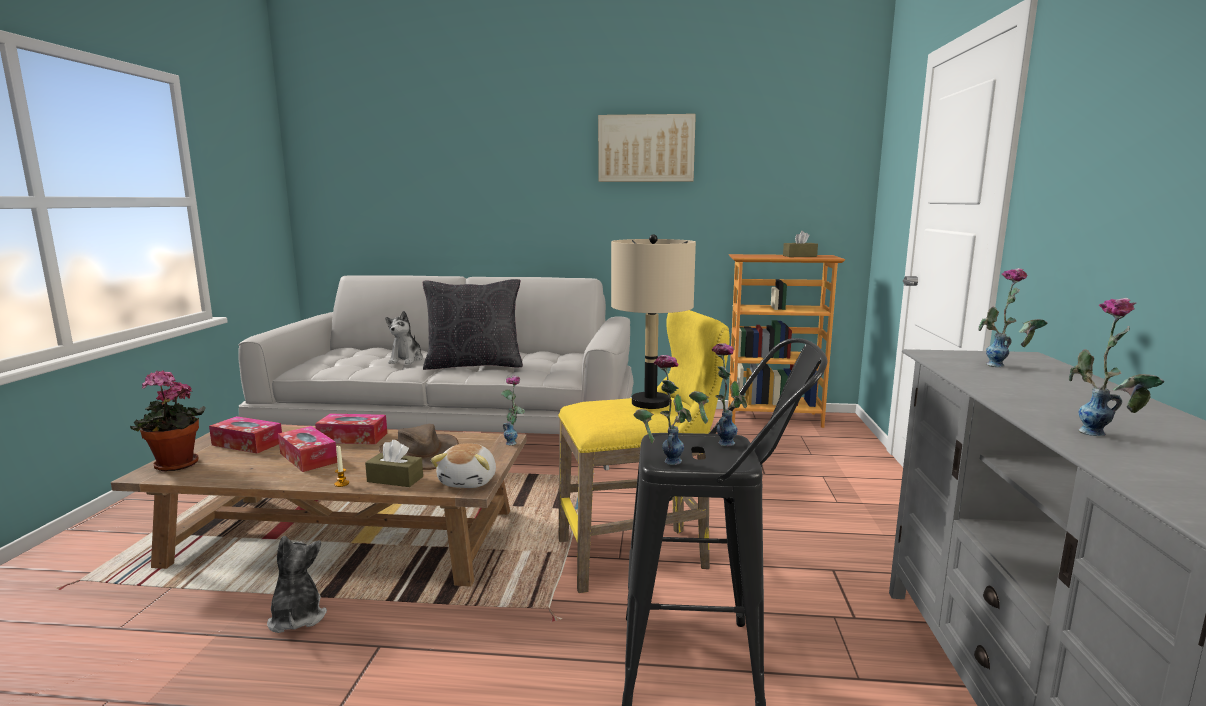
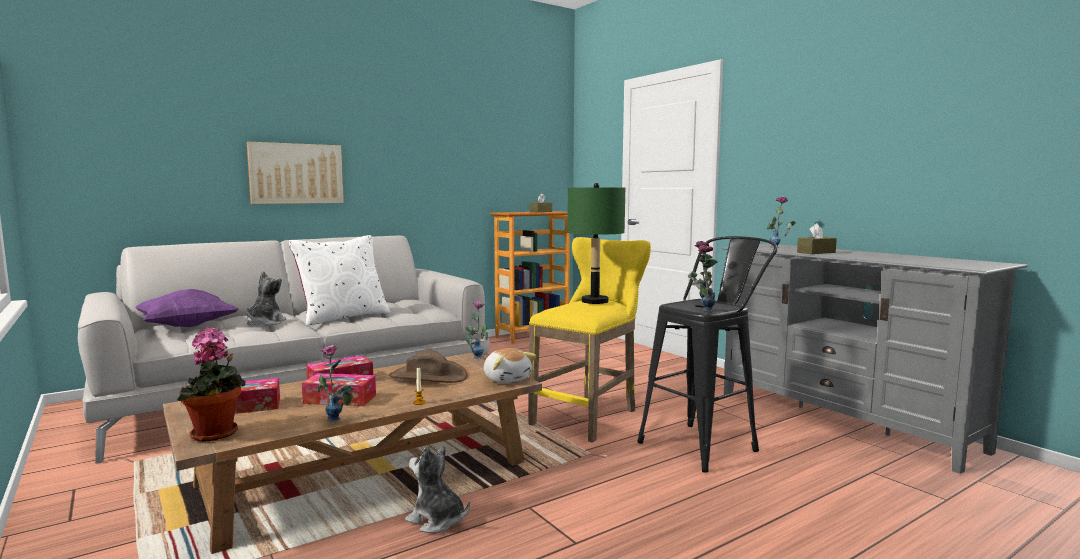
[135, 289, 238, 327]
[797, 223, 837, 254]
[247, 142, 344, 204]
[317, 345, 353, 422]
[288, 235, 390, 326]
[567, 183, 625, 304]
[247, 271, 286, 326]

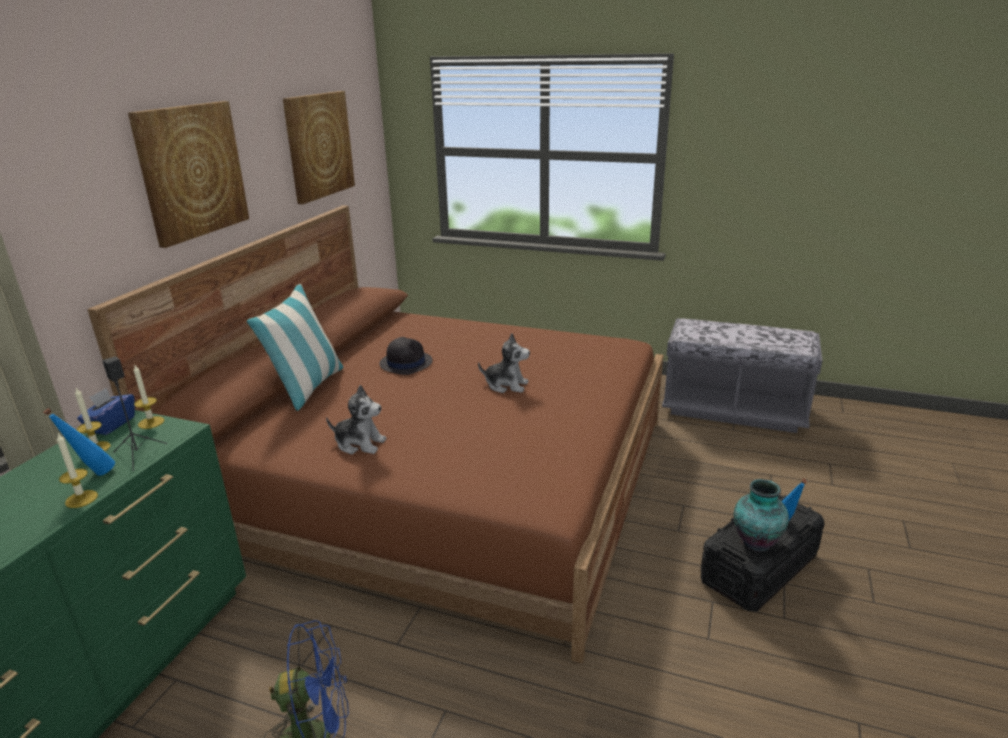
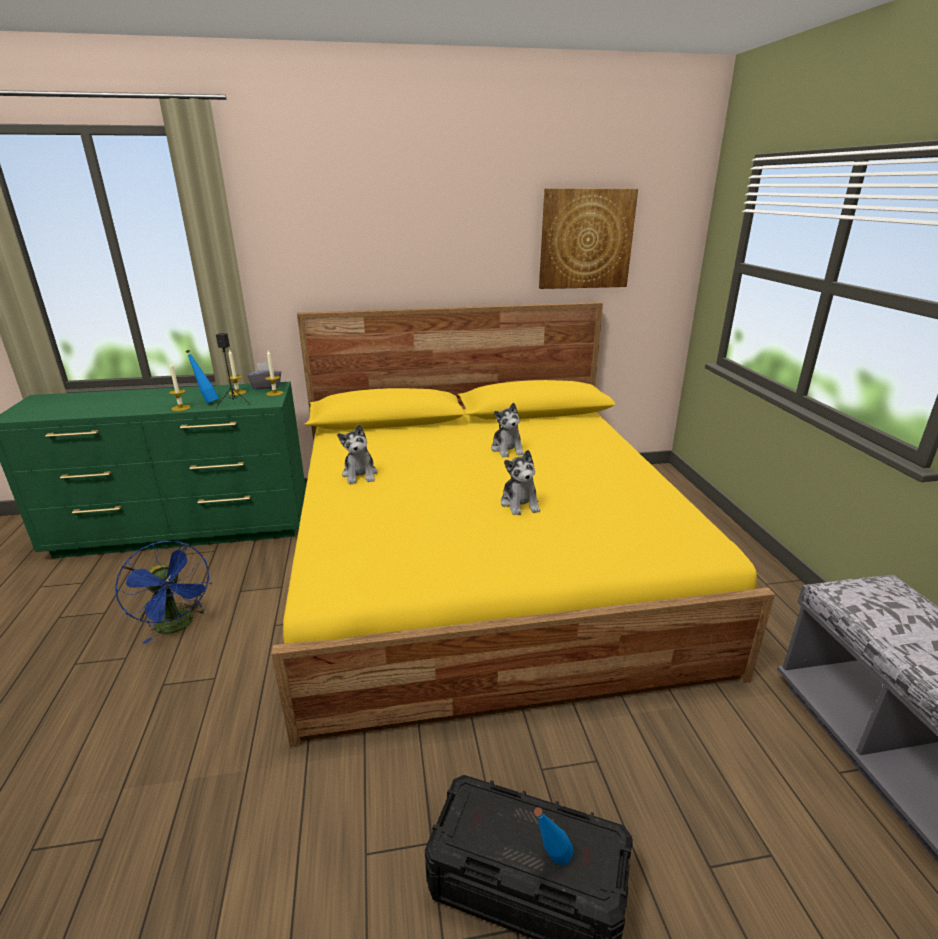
[128, 101, 249, 248] (first image)
[247, 284, 344, 411] (first image)
[734, 479, 789, 552] (first image)
[491, 402, 524, 457]
[247, 363, 281, 389]
[271, 302, 775, 748]

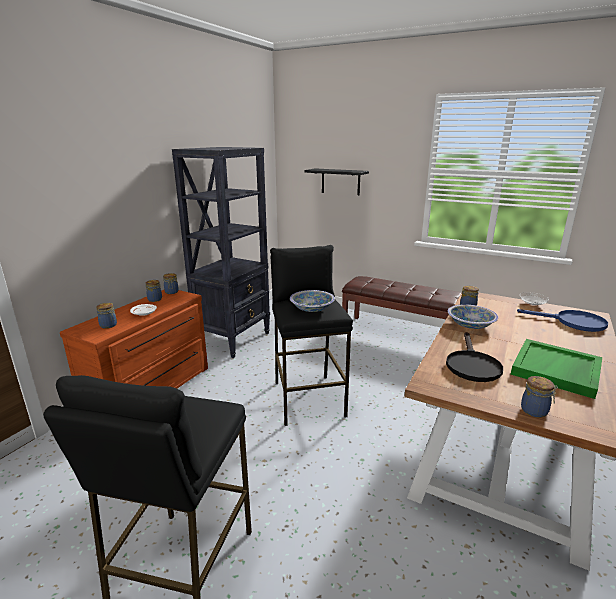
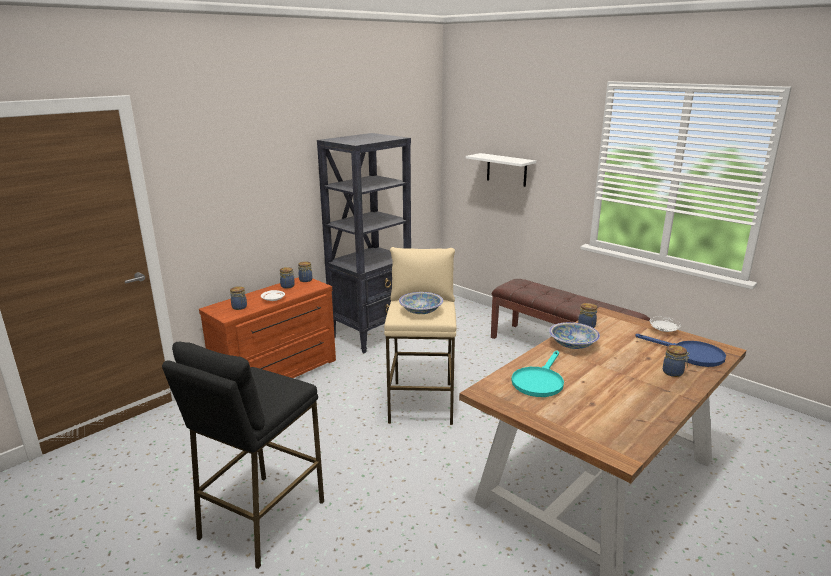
[511, 339, 602, 399] (first image)
[663, 345, 690, 377]
[384, 247, 457, 425]
[466, 153, 536, 187]
[511, 350, 564, 397]

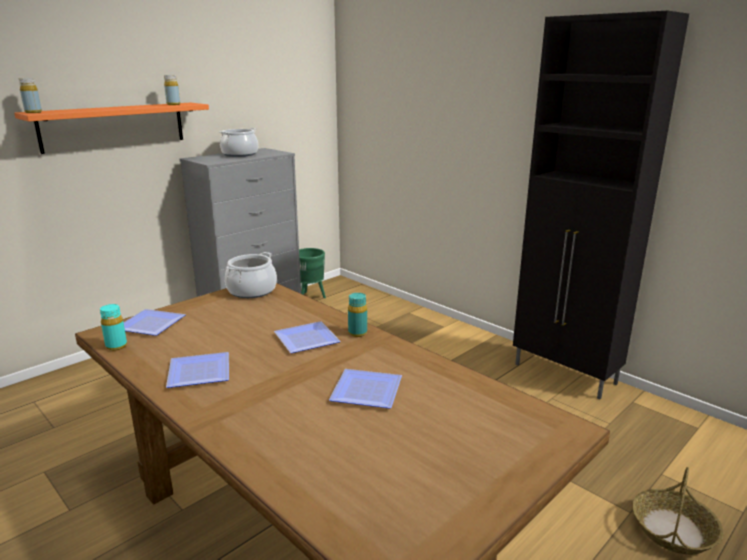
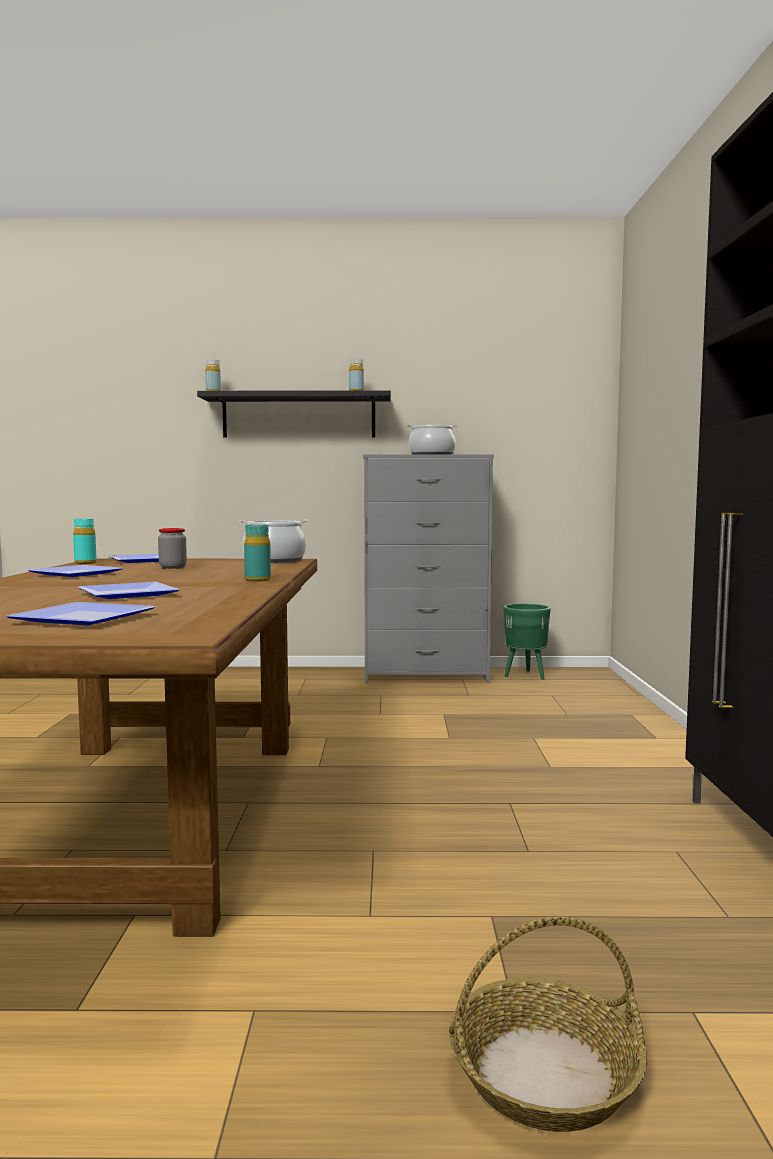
[158, 528, 187, 569]
[7, 602, 155, 625]
[197, 391, 391, 438]

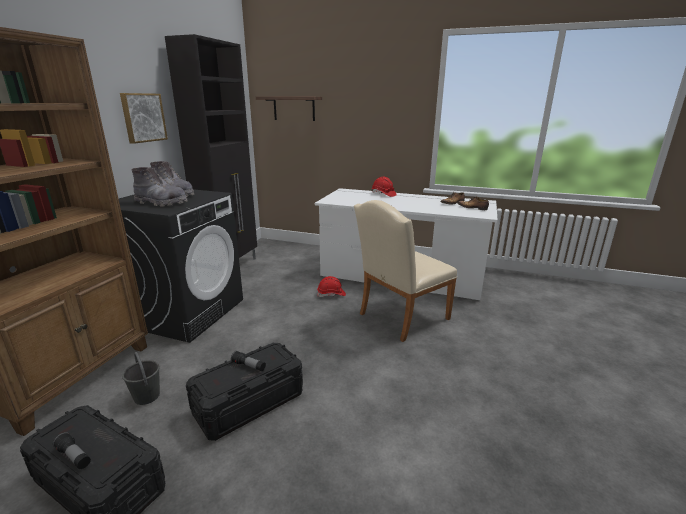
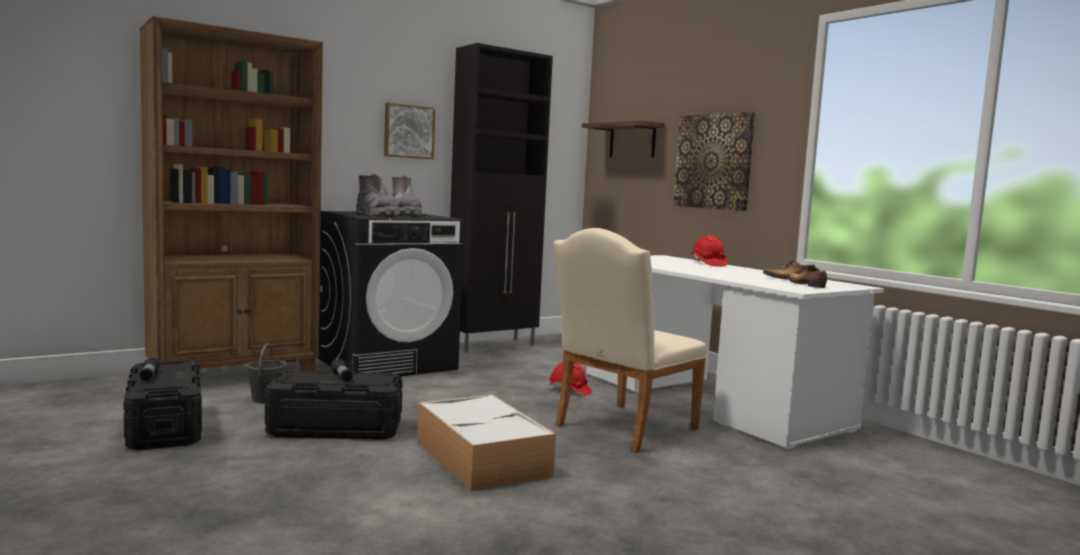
[417, 395, 556, 491]
[673, 112, 756, 211]
[553, 228, 707, 453]

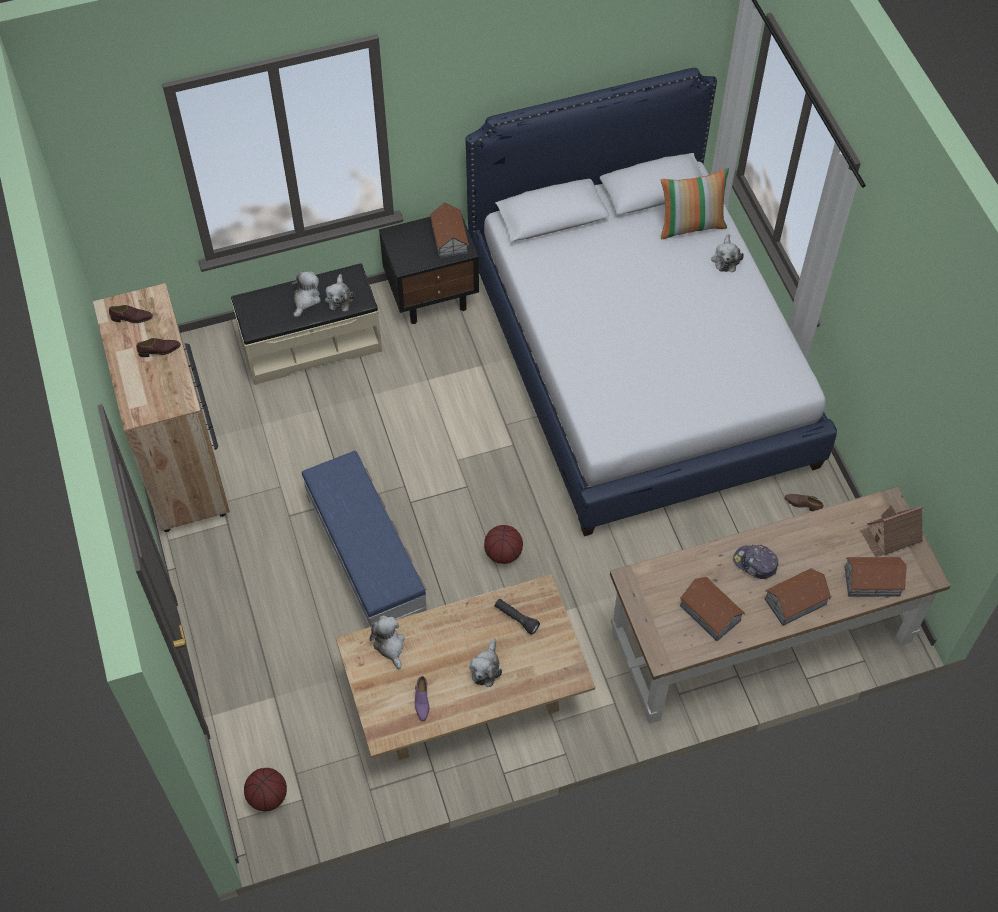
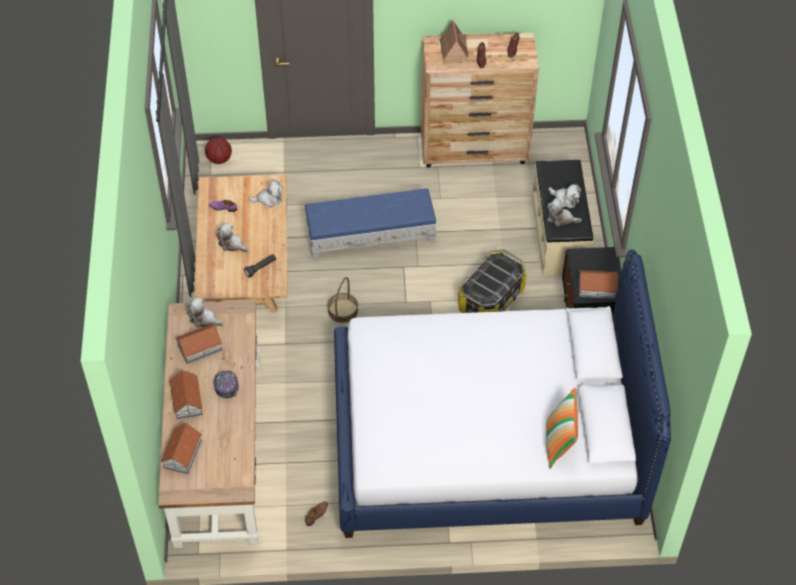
[458, 249, 526, 313]
[187, 298, 224, 327]
[440, 20, 469, 61]
[328, 277, 358, 323]
[213, 371, 239, 399]

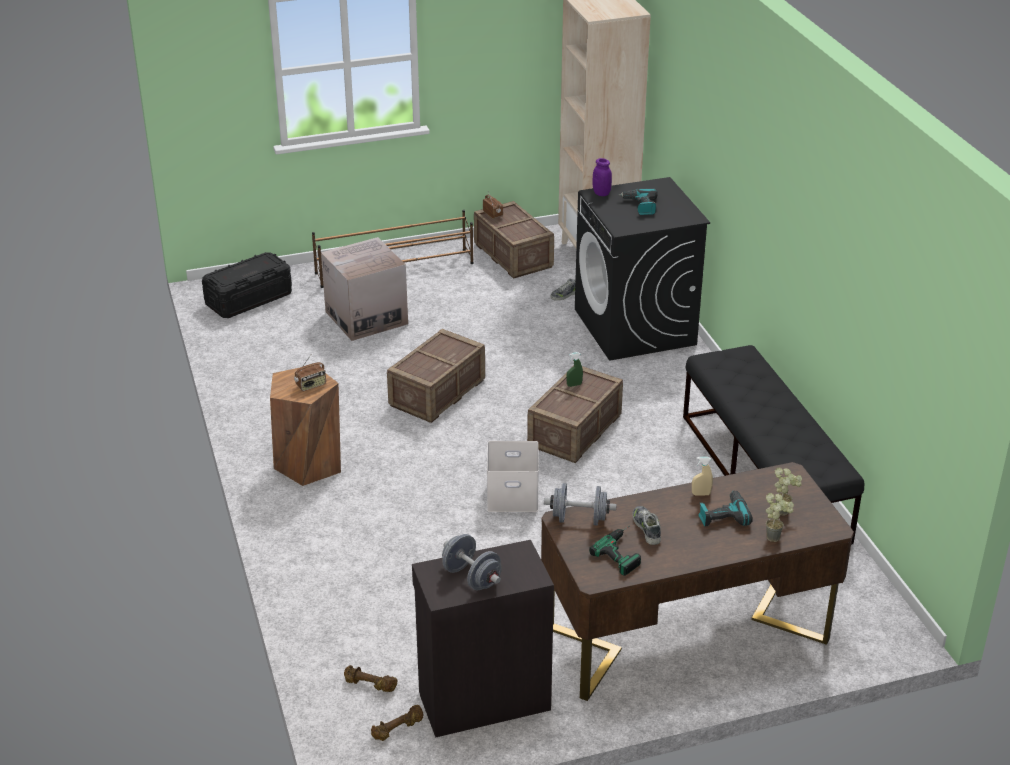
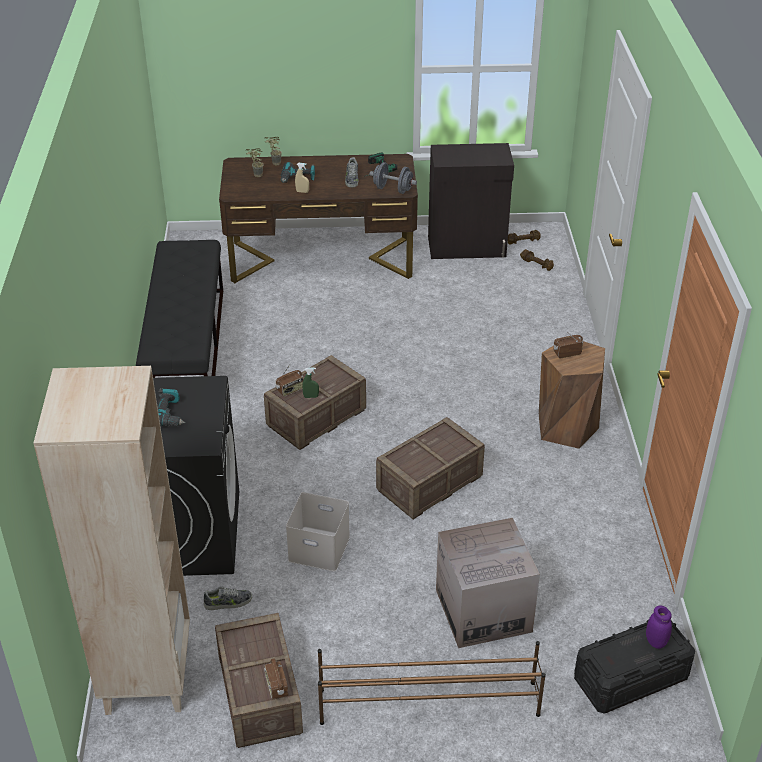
[442, 534, 502, 590] (first image)
[276, 363, 303, 397]
[286, 492, 350, 572]
[646, 605, 672, 649]

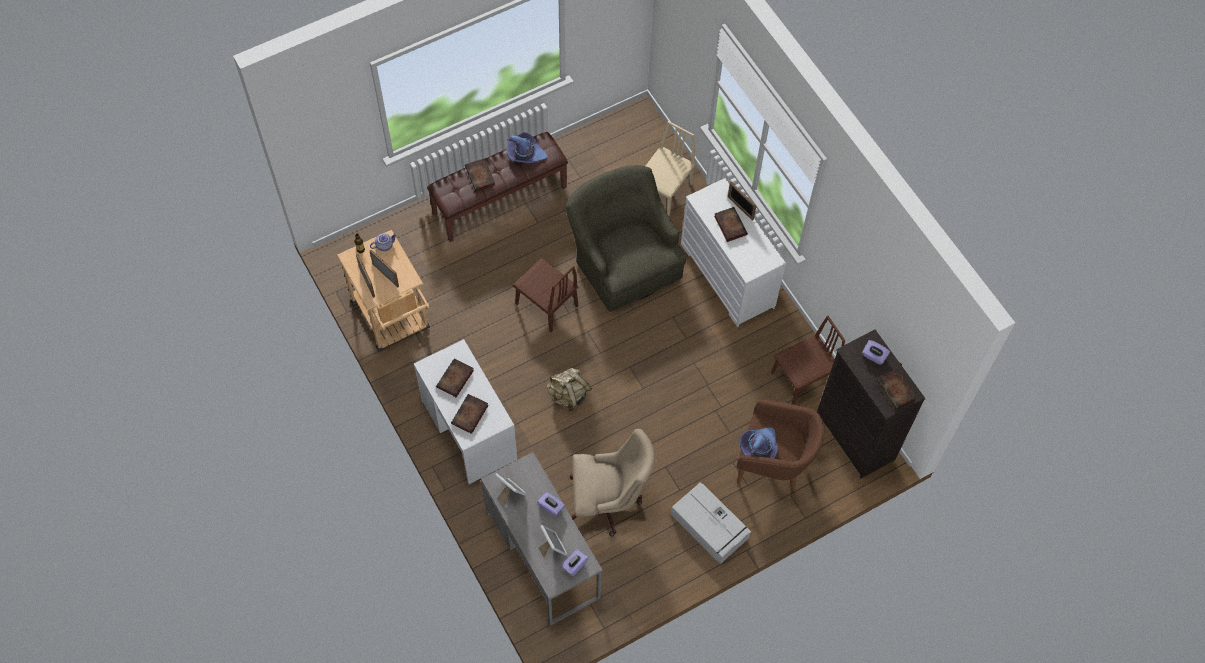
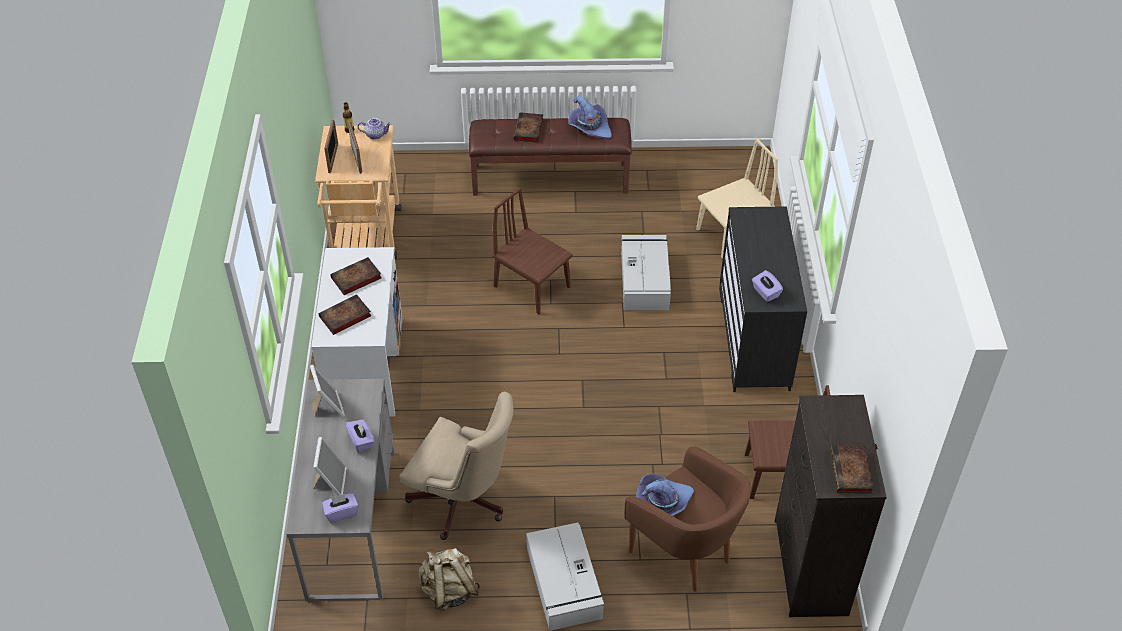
[714, 207, 748, 242] (first image)
[728, 182, 756, 220] (first image)
[418, 548, 480, 611]
[752, 270, 783, 302]
[621, 235, 671, 310]
[719, 206, 807, 392]
[492, 188, 573, 314]

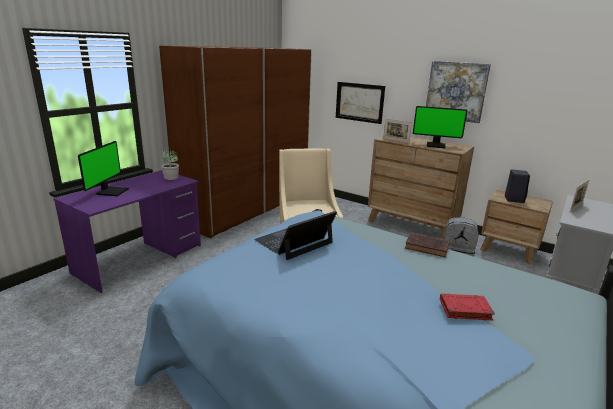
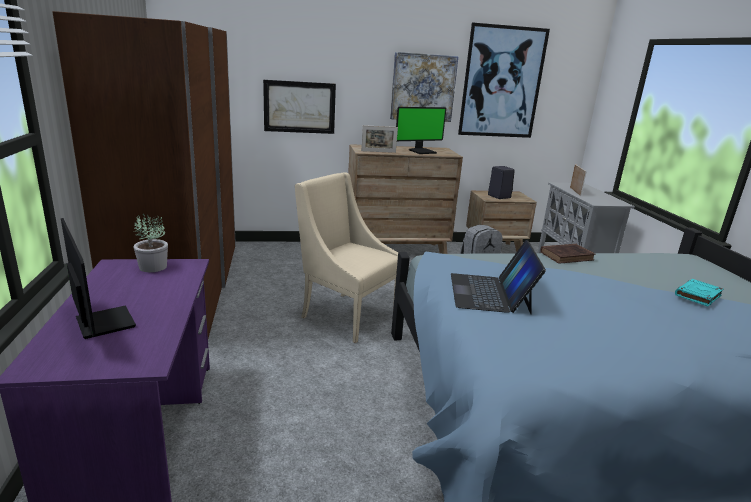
[458, 23, 550, 138]
[675, 279, 724, 307]

